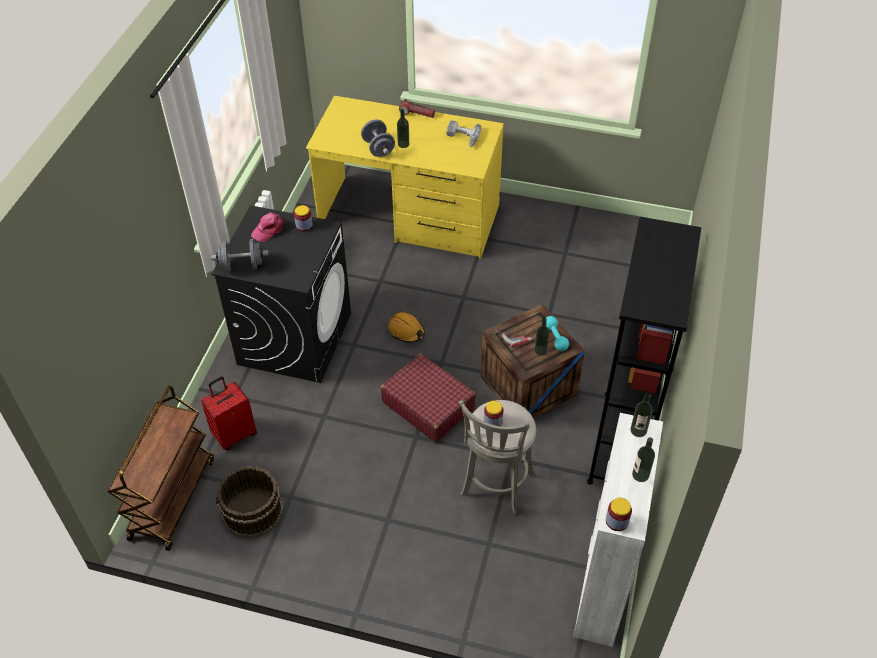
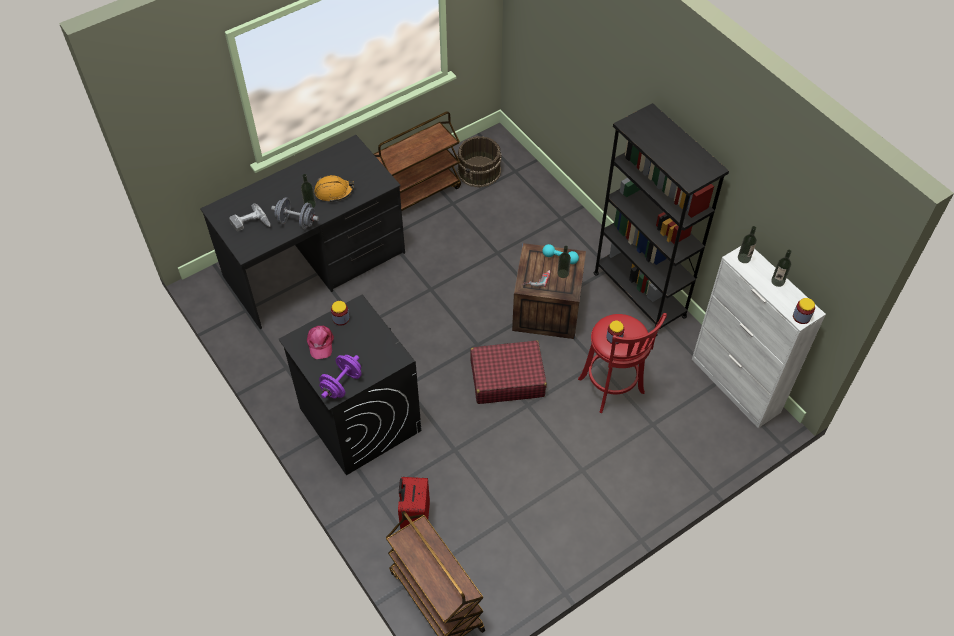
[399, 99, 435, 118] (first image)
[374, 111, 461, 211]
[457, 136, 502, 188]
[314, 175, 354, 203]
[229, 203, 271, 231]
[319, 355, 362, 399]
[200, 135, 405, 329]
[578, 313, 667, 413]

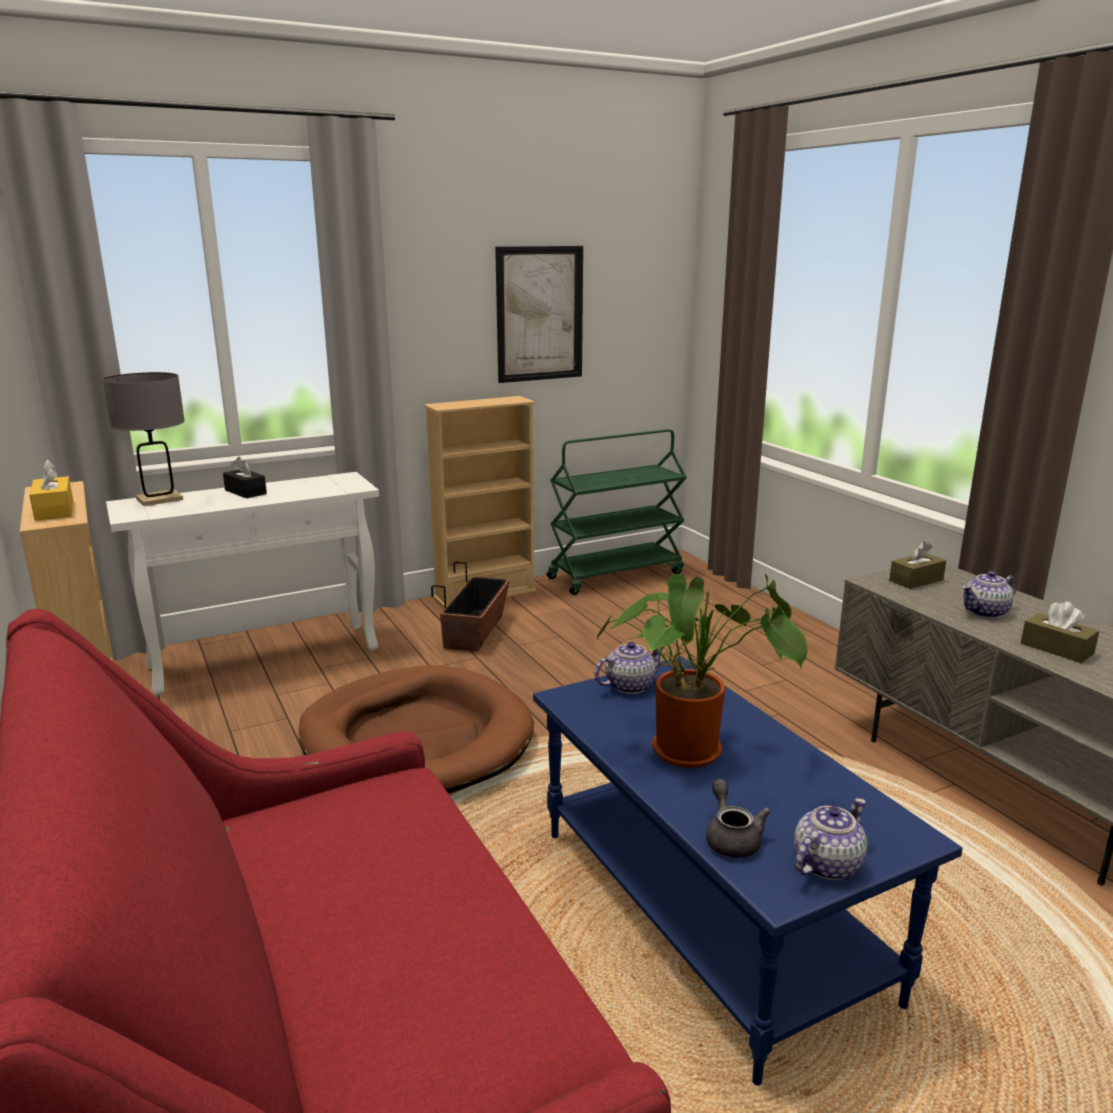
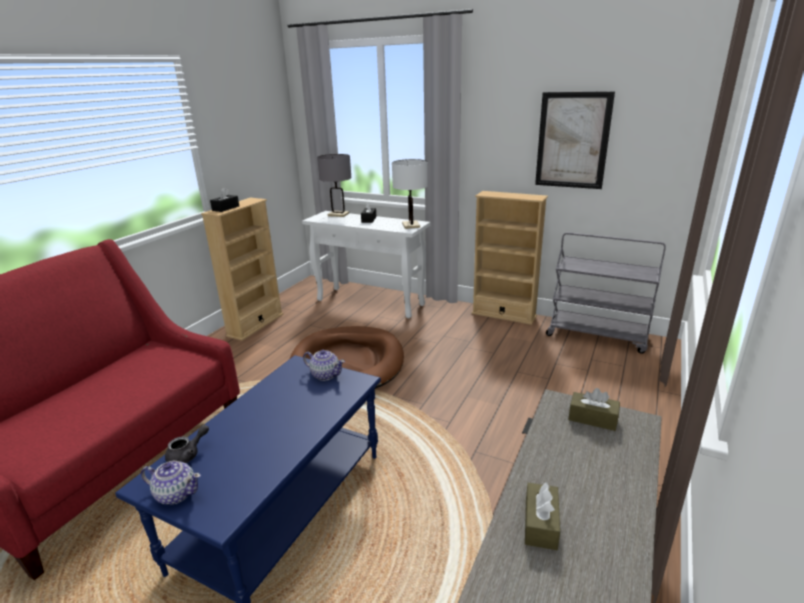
[431, 562, 510, 651] (first image)
[597, 573, 808, 768] (first image)
[962, 571, 1017, 618] (first image)
[392, 159, 428, 229]
[210, 187, 239, 212]
[546, 232, 666, 354]

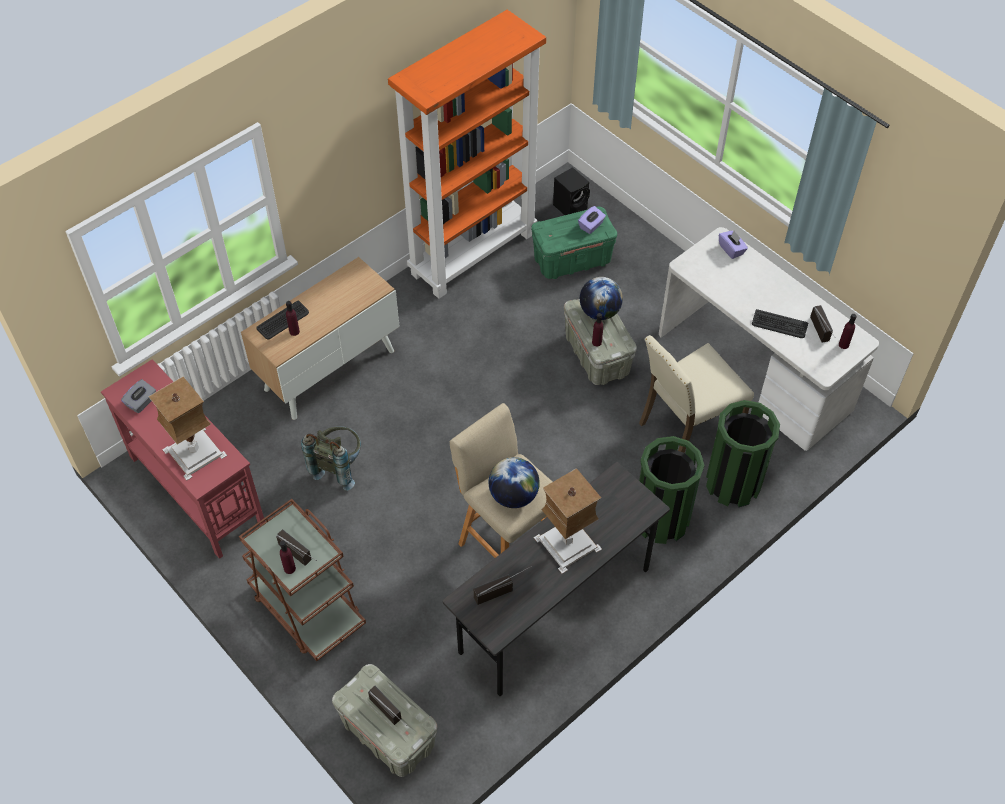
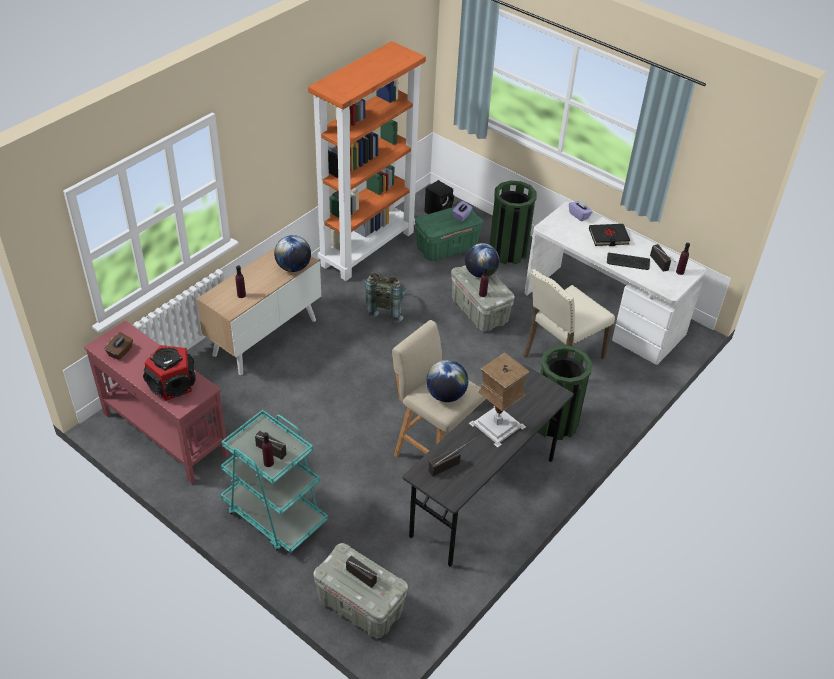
[256, 300, 309, 340] (first image)
[274, 235, 311, 272]
[589, 224, 630, 246]
[366, 273, 406, 323]
[490, 181, 537, 264]
[143, 345, 196, 401]
[104, 332, 133, 360]
[220, 410, 328, 553]

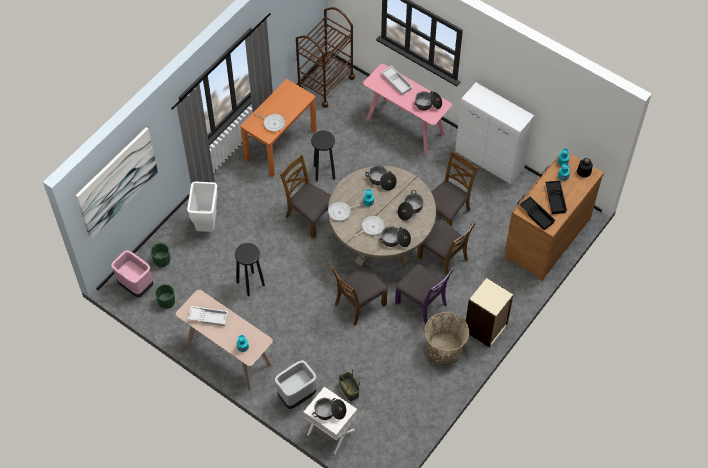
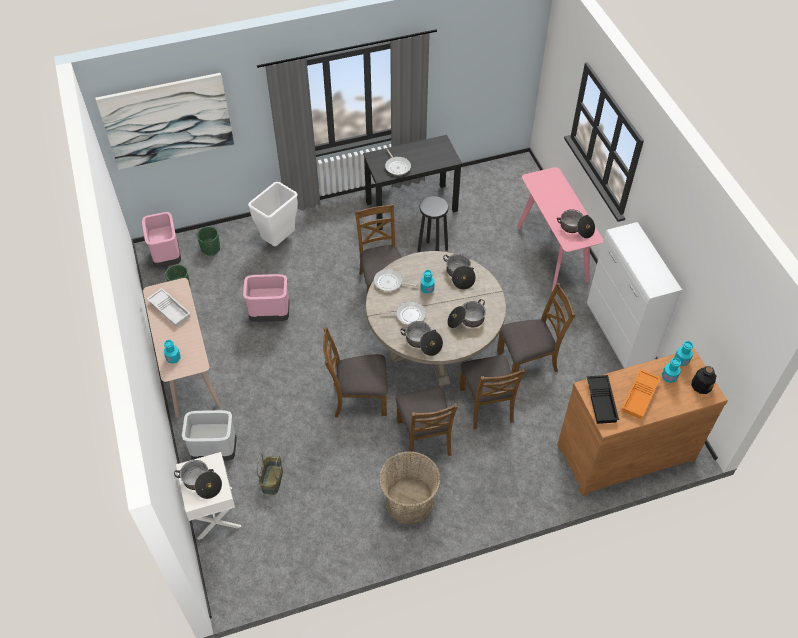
[296, 7, 355, 108] (first image)
[381, 66, 413, 95] (first image)
[466, 277, 514, 348] (first image)
[243, 274, 290, 322]
[363, 135, 462, 230]
[396, 387, 458, 462]
[622, 369, 660, 419]

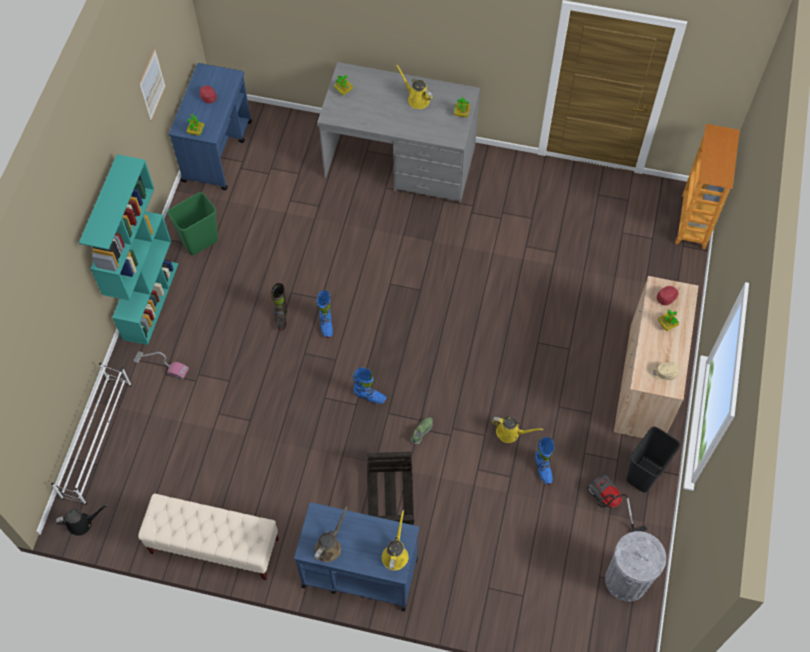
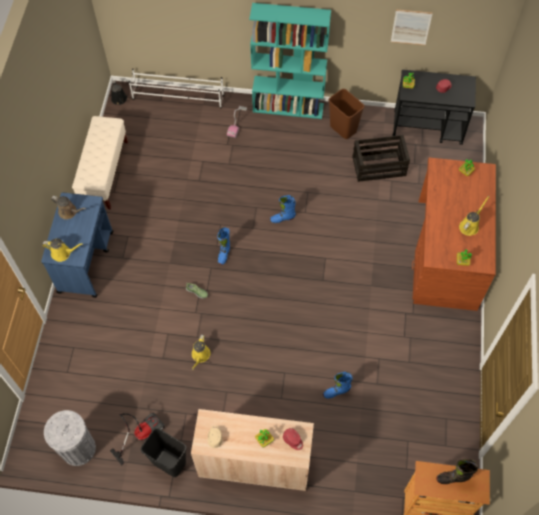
[436, 459, 478, 484]
[353, 135, 410, 182]
[323, 372, 352, 398]
[328, 89, 365, 139]
[392, 70, 476, 145]
[412, 157, 496, 311]

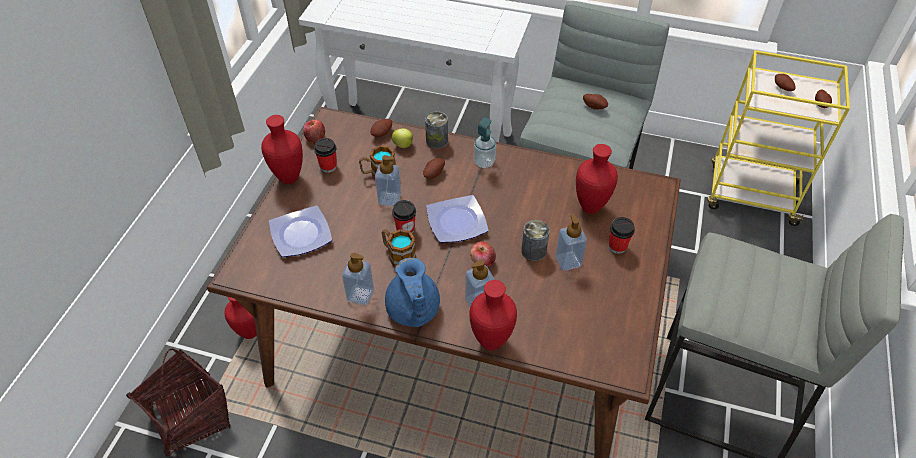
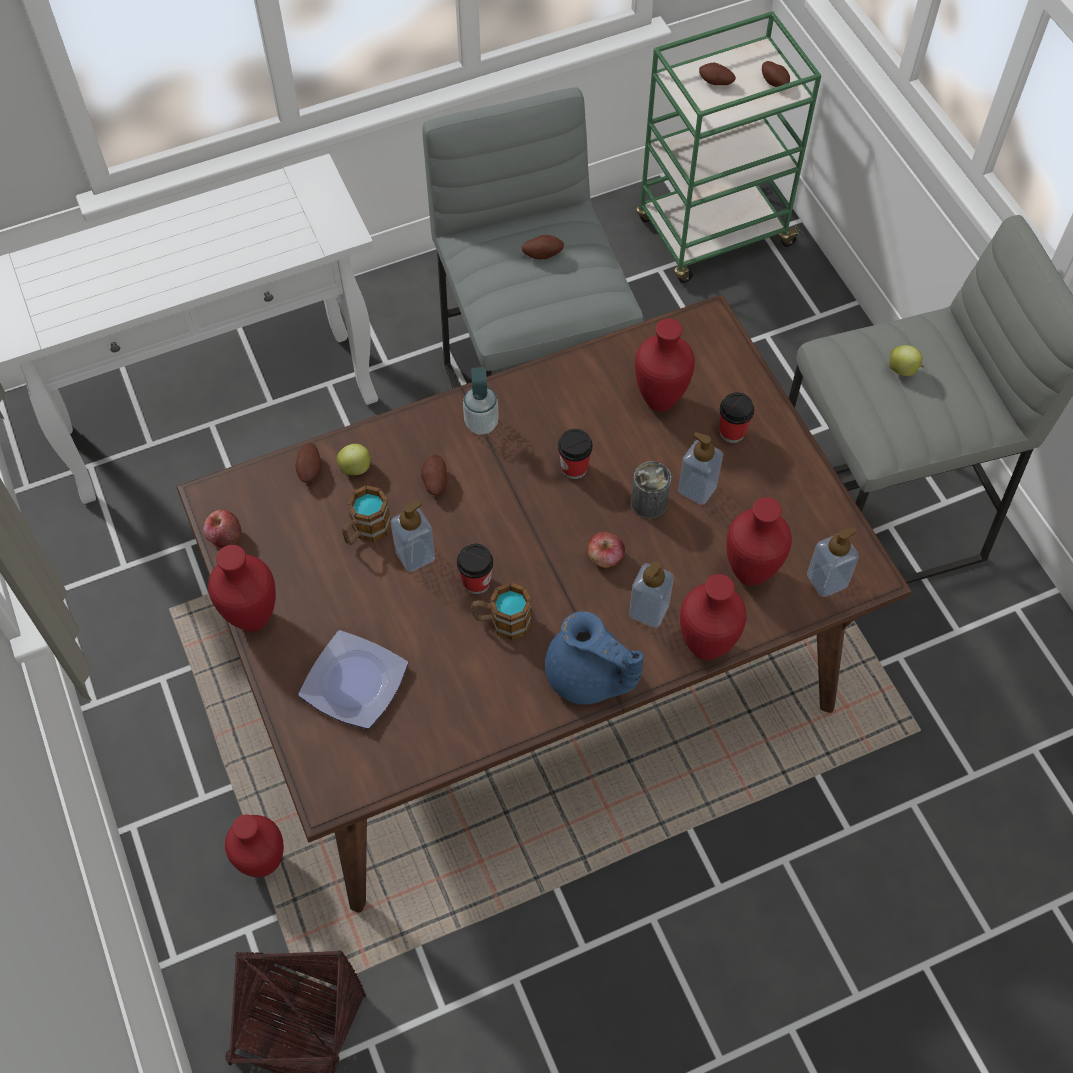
[425, 111, 448, 149] (first image)
[426, 195, 489, 243] (first image)
[726, 497, 792, 586]
[889, 345, 924, 376]
[558, 429, 593, 479]
[807, 528, 859, 597]
[636, 11, 821, 283]

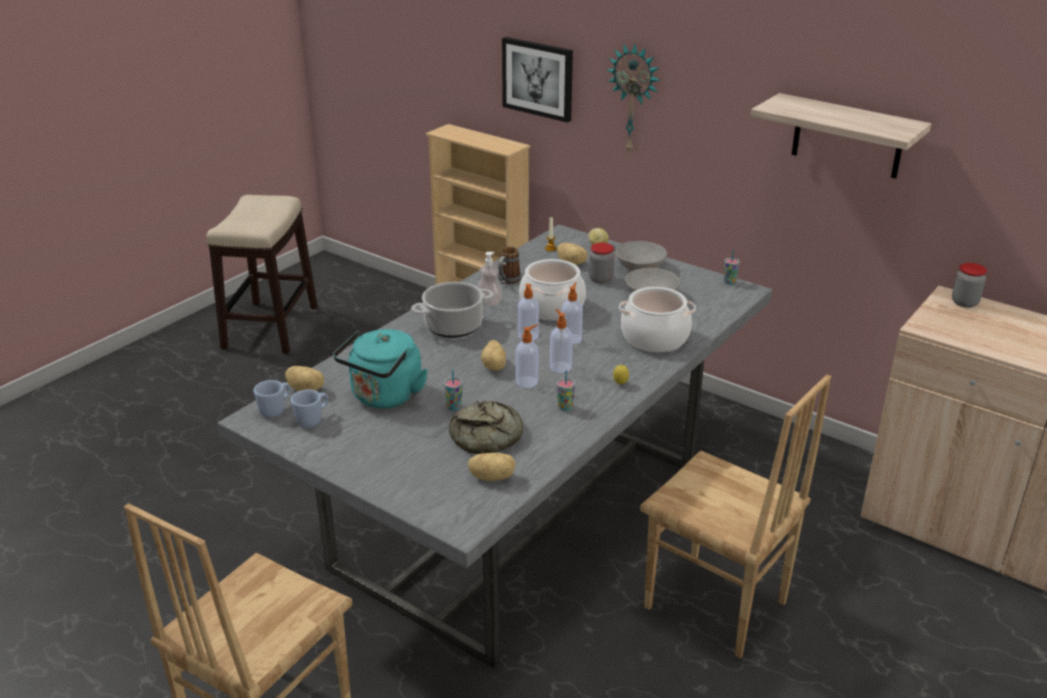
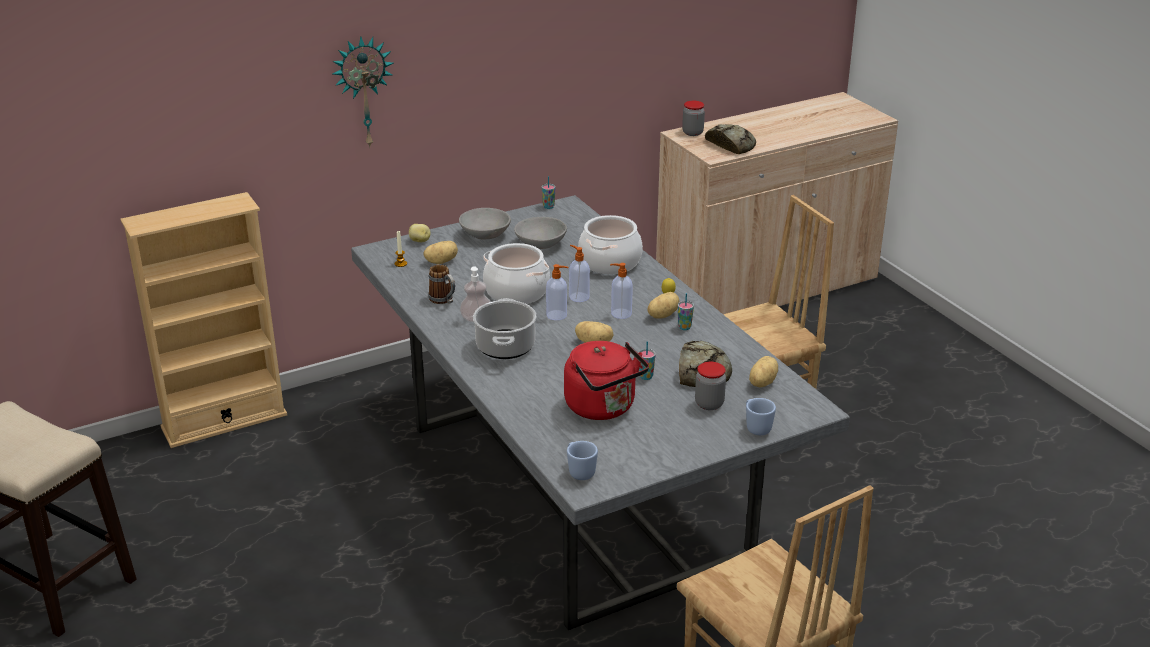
[502, 37, 573, 123] (first image)
[516, 325, 538, 388] (first image)
[751, 93, 931, 179] (first image)
[705, 124, 756, 154]
[647, 292, 679, 319]
[746, 398, 776, 435]
[695, 362, 726, 410]
[564, 341, 649, 420]

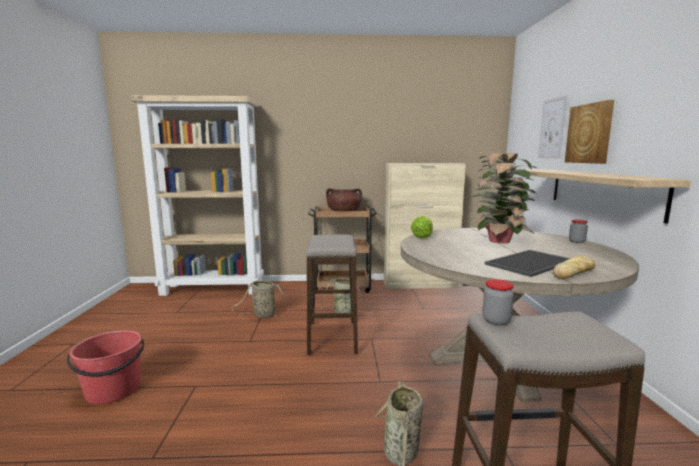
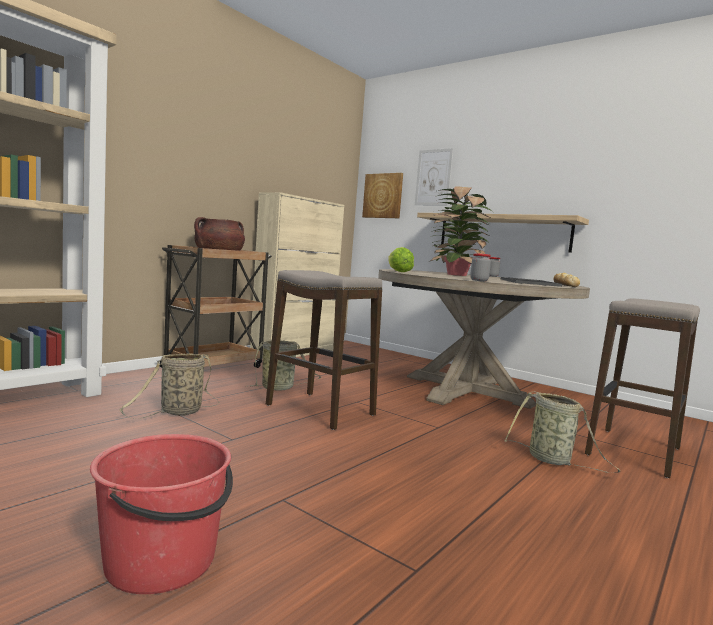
[470, 253, 491, 281]
[362, 173, 403, 218]

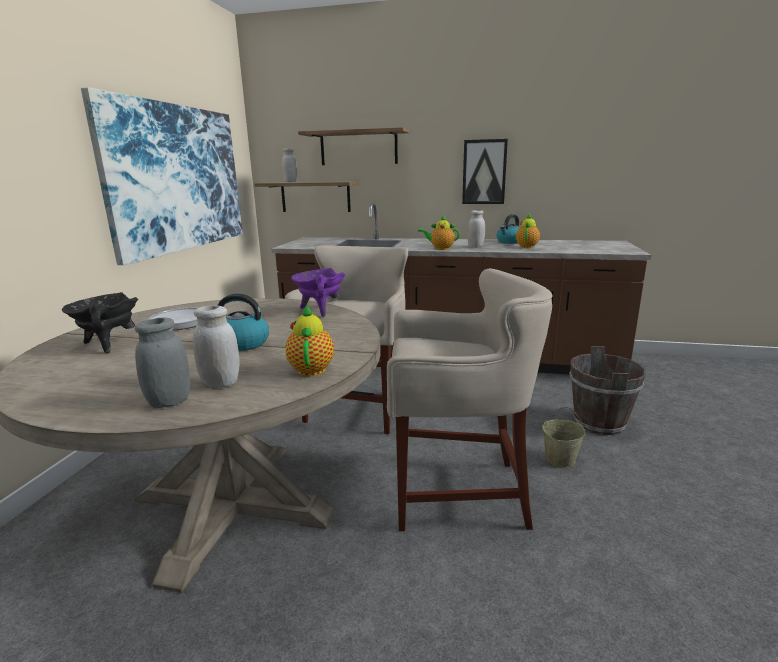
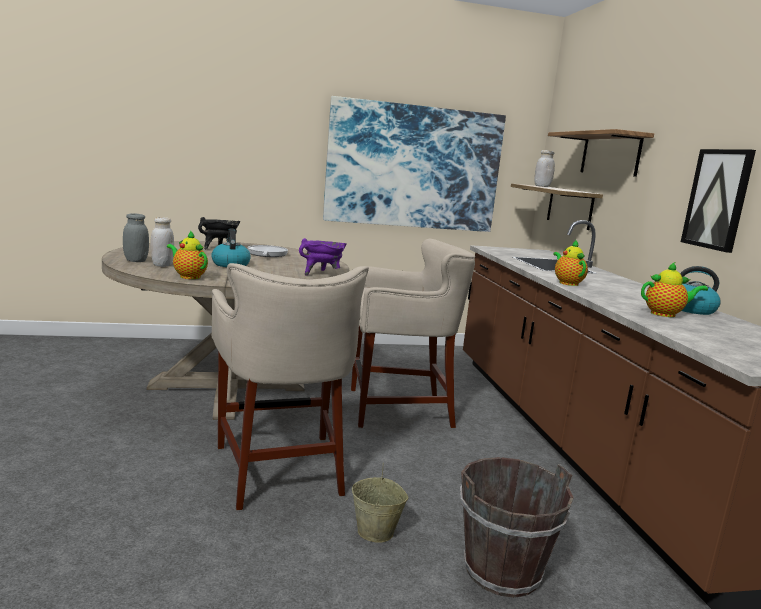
[468, 210, 485, 248] (first image)
[167, 230, 208, 279]

